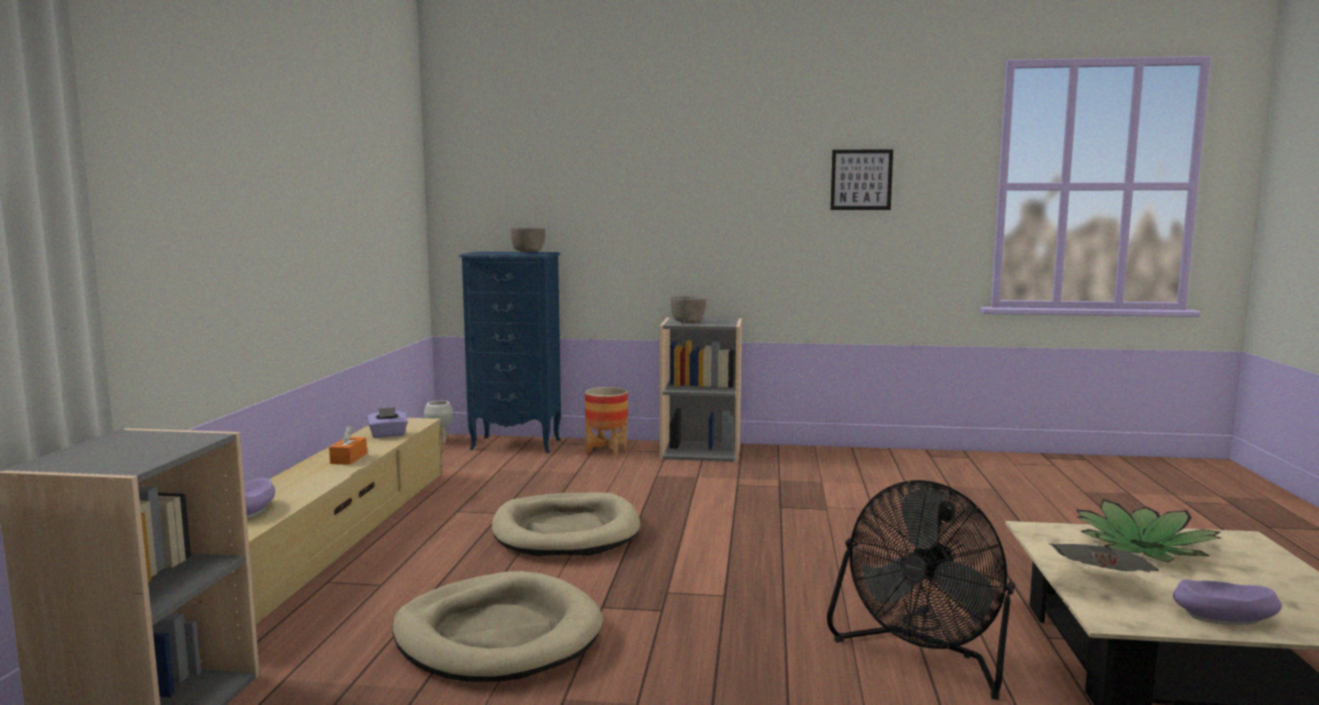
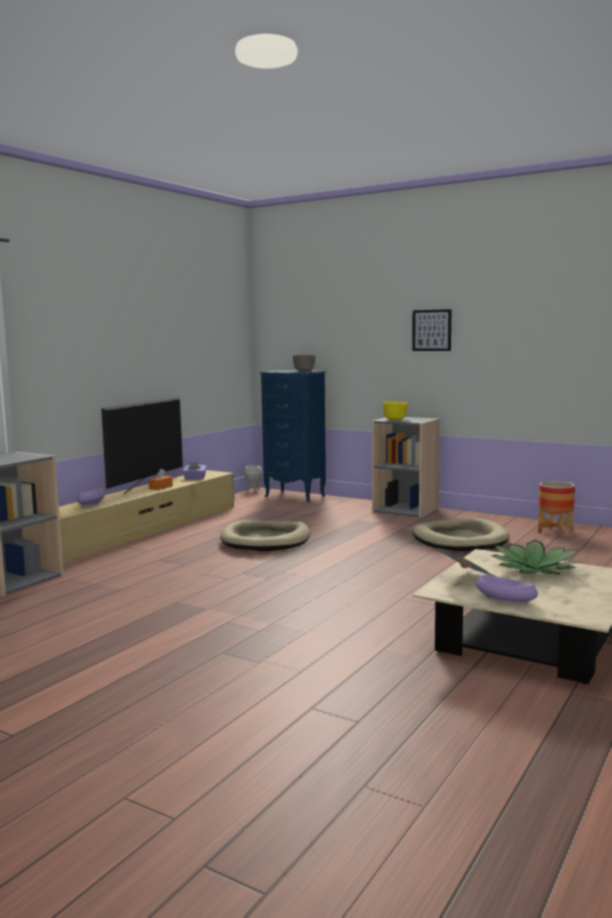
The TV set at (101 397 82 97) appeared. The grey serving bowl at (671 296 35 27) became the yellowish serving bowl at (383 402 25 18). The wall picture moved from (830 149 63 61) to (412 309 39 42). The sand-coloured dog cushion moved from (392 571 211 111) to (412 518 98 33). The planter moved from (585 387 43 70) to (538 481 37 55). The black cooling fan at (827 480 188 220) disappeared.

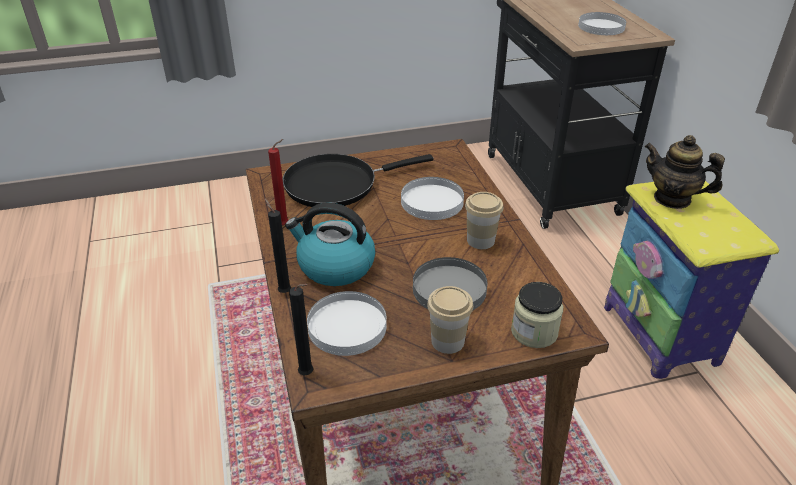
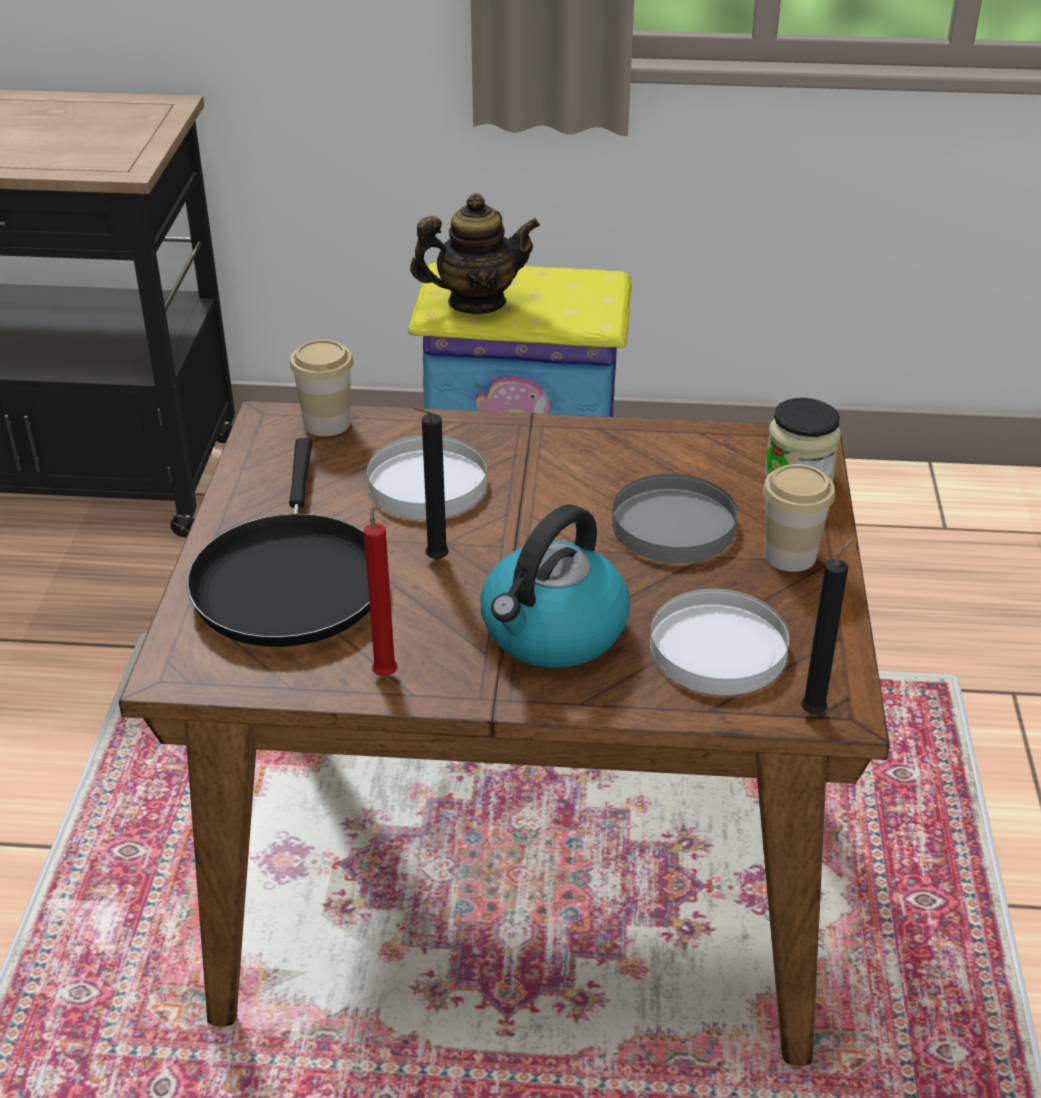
The drinking cup moved from (465 192 38 57) to (290 339 64 97). The teapot at (645 135 80 74) turned 150 degrees counterclockwise. The black candle moved from (265 199 26 94) to (411 406 38 154). The whitish flat dish at (578 12 48 23) disappeared.

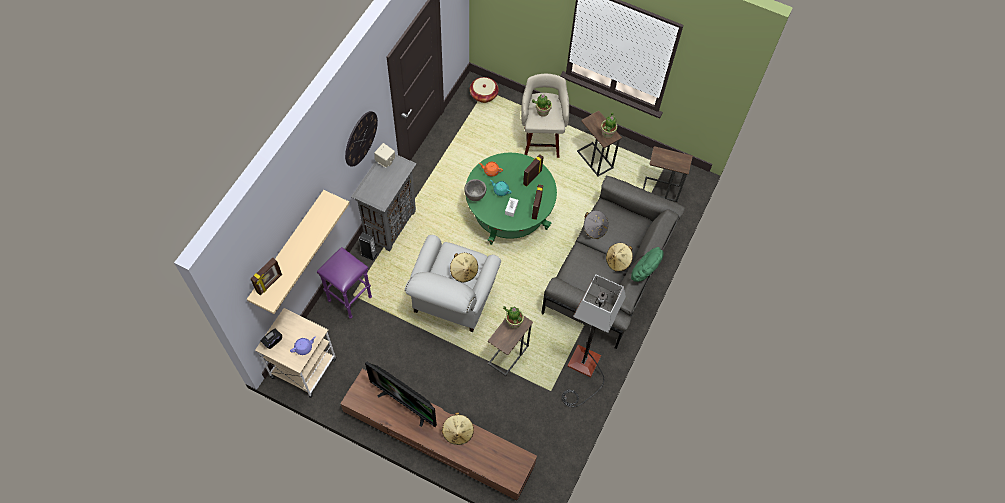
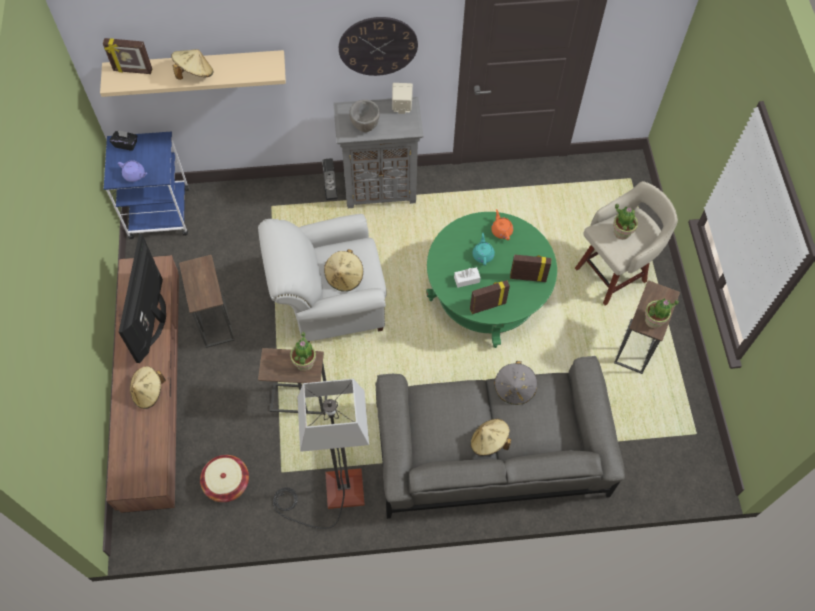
The sand-coloured trolley at (255 308 81 90) became the blue trolley at (104 131 85 108). The sand-coloured hat at (171 49 42 31) appeared. The brown-coloured side table moved from (643 146 50 56) to (179 255 56 93). The basket moved from (470 77 29 26) to (200 455 49 47). The grey serving bowl moved from (464 179 23 22) to (349 100 31 32). The purple-coloured stool seat at (317 247 55 72) disappeared. The green-coloured cushion at (631 247 33 35) disappeared.

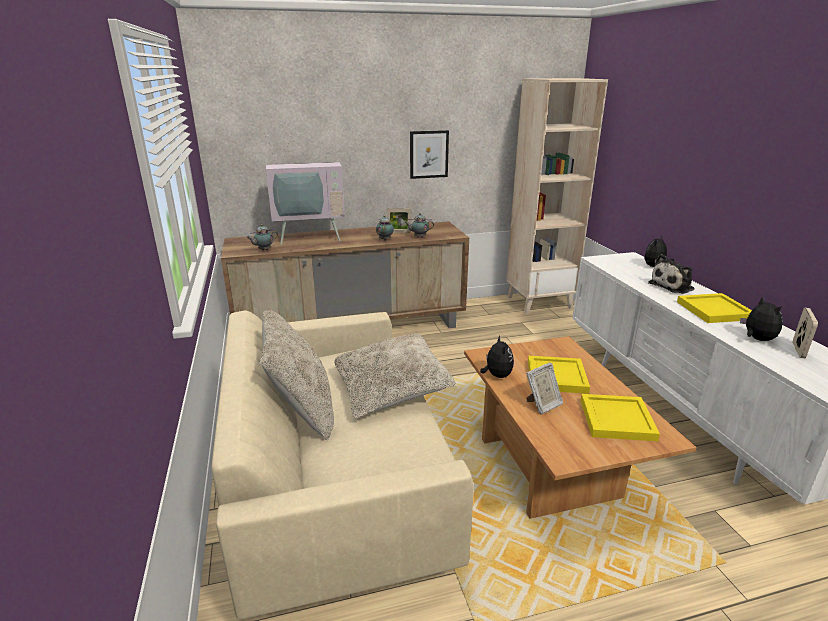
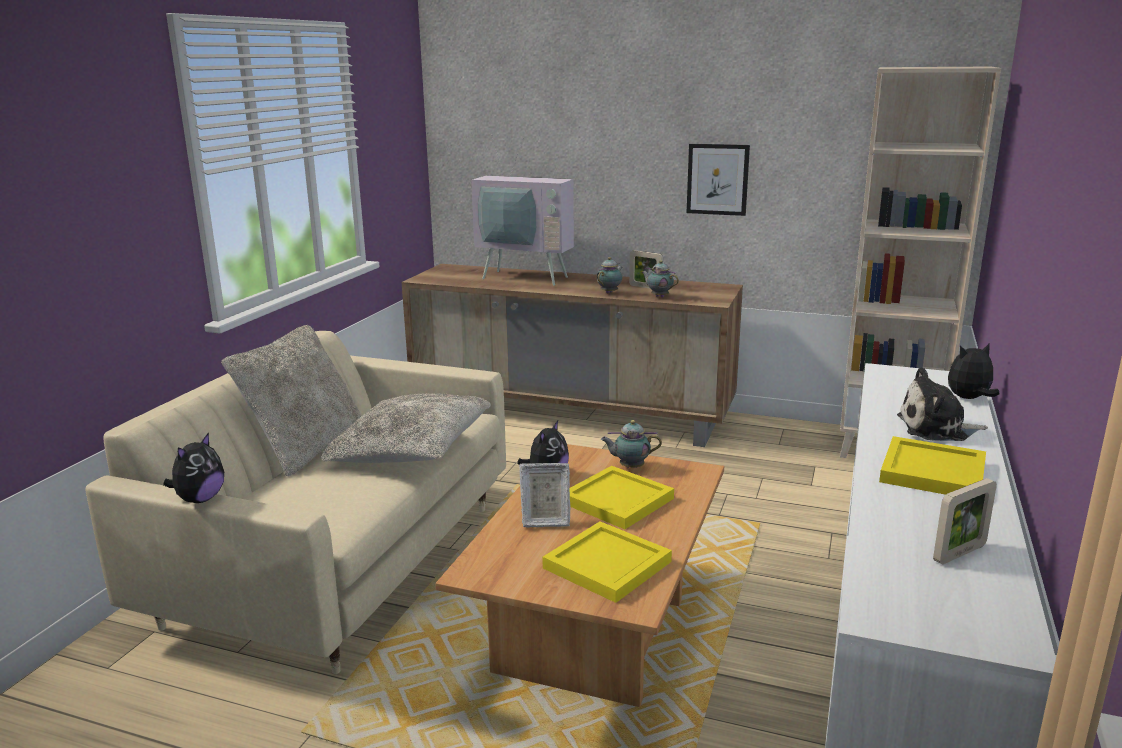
The plush toy moved from (740 296 43 45) to (163 432 61 71). The teapot moved from (246 224 32 27) to (601 420 61 48).

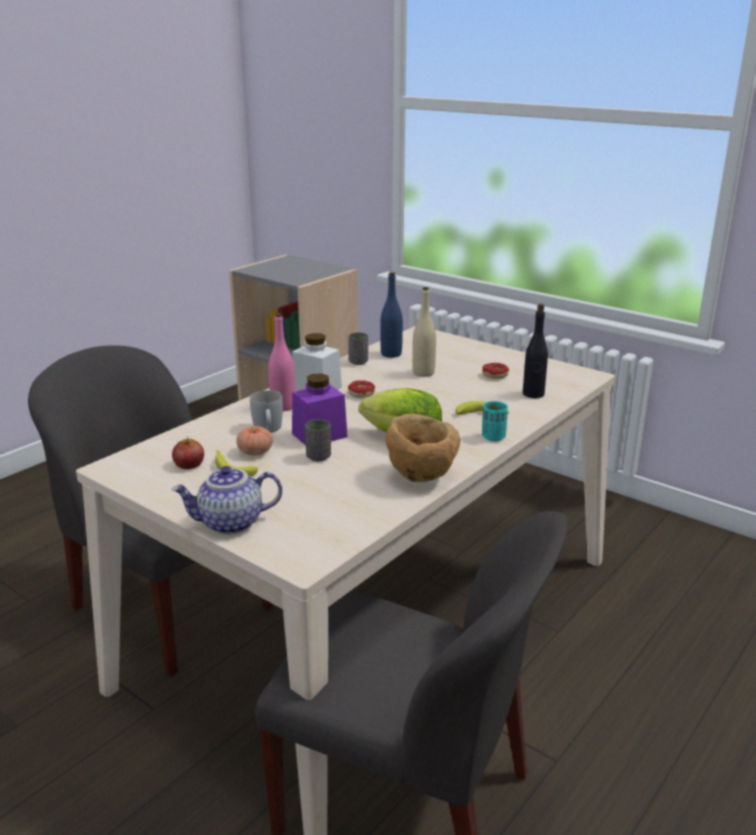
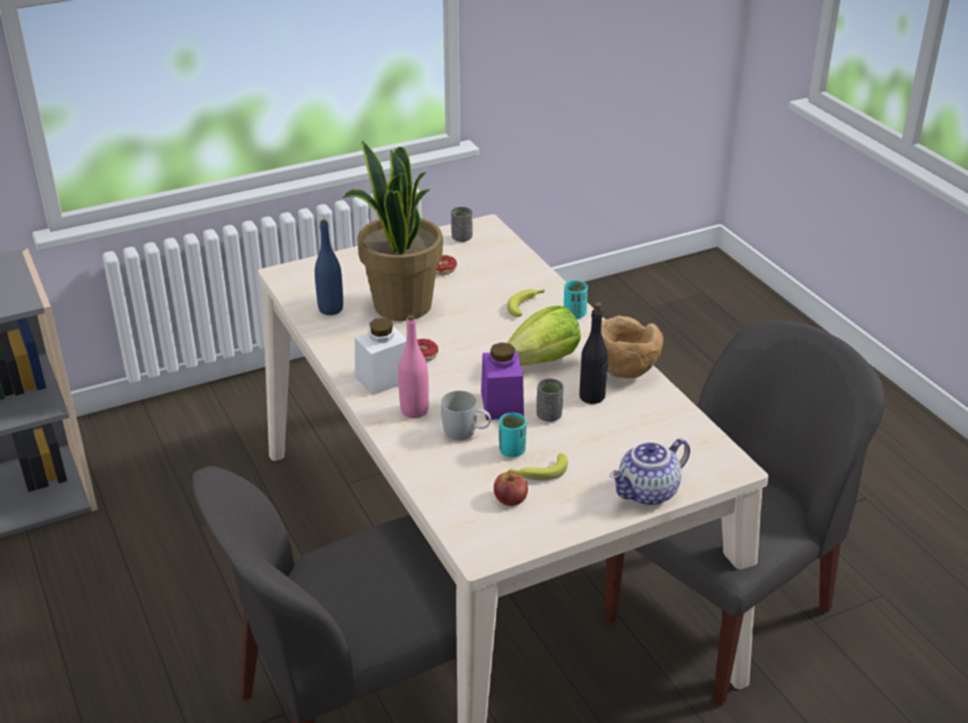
The sand-coloured drink bottle at (412 287 24 90) was replaced by the plant in a pot at (343 140 100 181). The grey drinking cup moved from (348 333 20 32) to (451 207 22 35). The tomato at (236 426 37 30) was replaced by the turquoise-coloured drinking cup at (499 413 27 44). The black drink bottle moved from (523 304 25 94) to (579 302 29 102). The teapot at (171 466 111 68) turned 45 degrees clockwise.

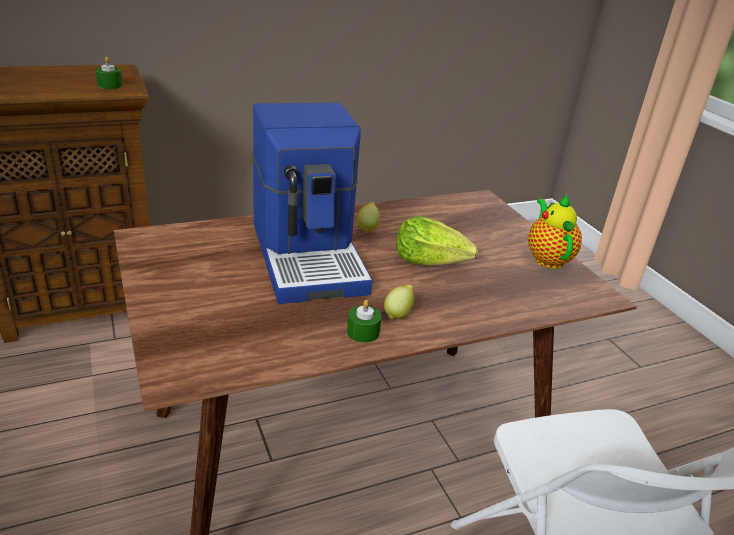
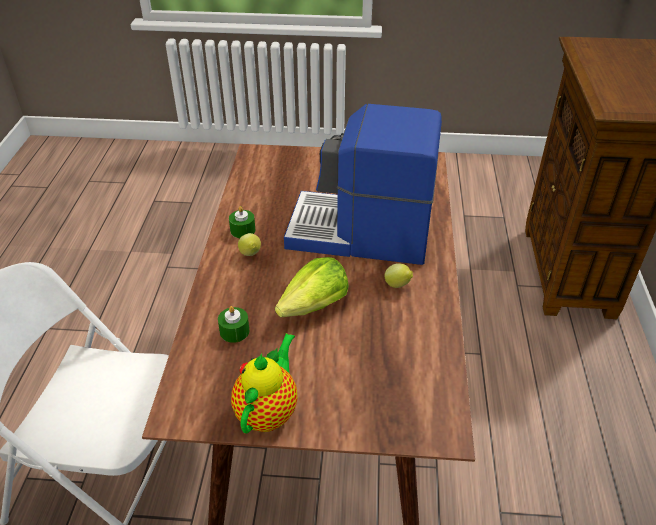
The green-coloured candle moved from (96 57 27 32) to (218 306 32 37). The teapot at (528 193 54 76) turned 90 degrees counterclockwise.

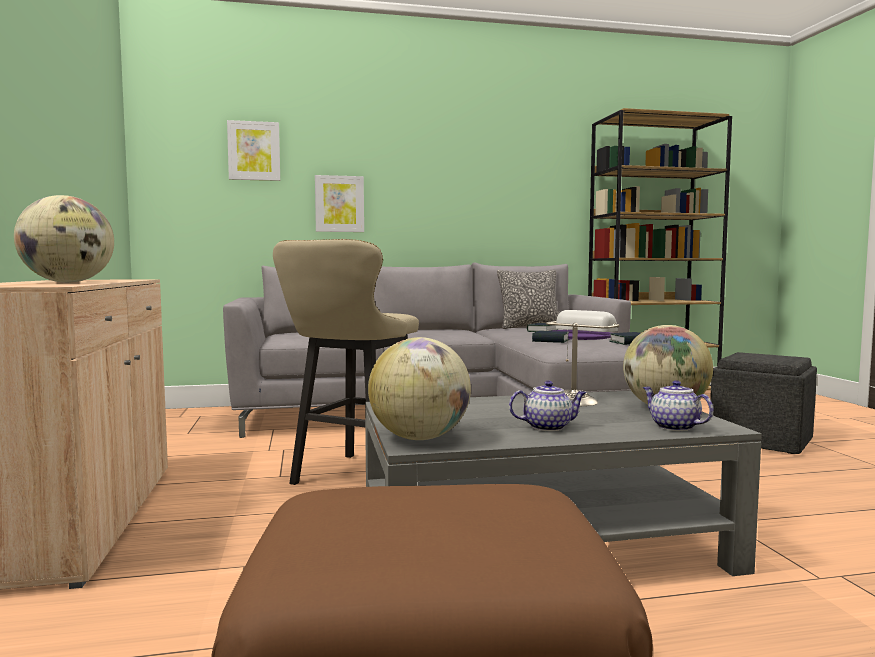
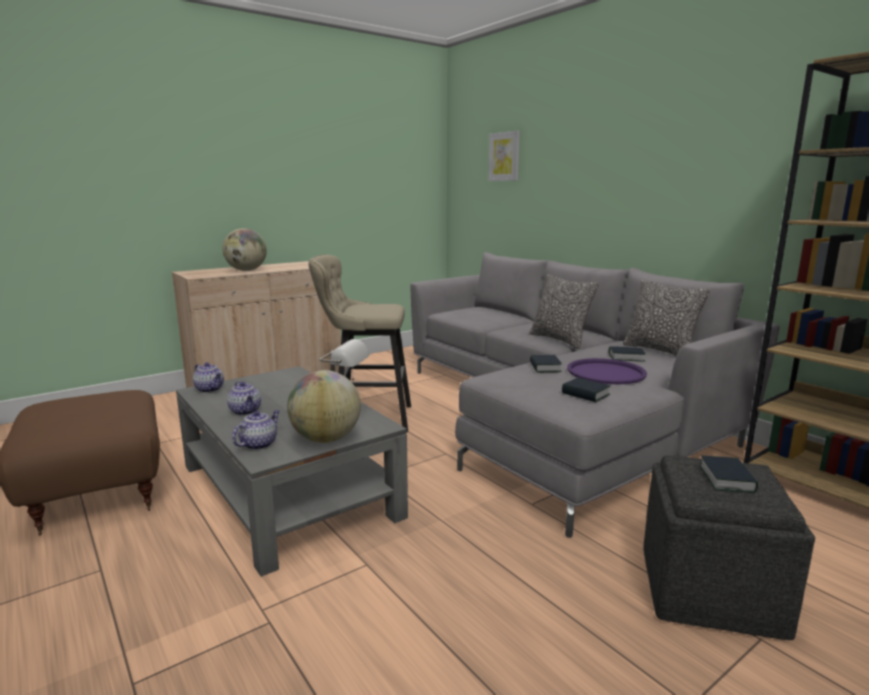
The globe at (368 337 103 103) was replaced by the teapot at (193 362 31 31). The cushion at (529 274 70 75) appeared. The volume at (700 456 58 37) appeared. The wall picture at (315 175 49 57) disappeared.

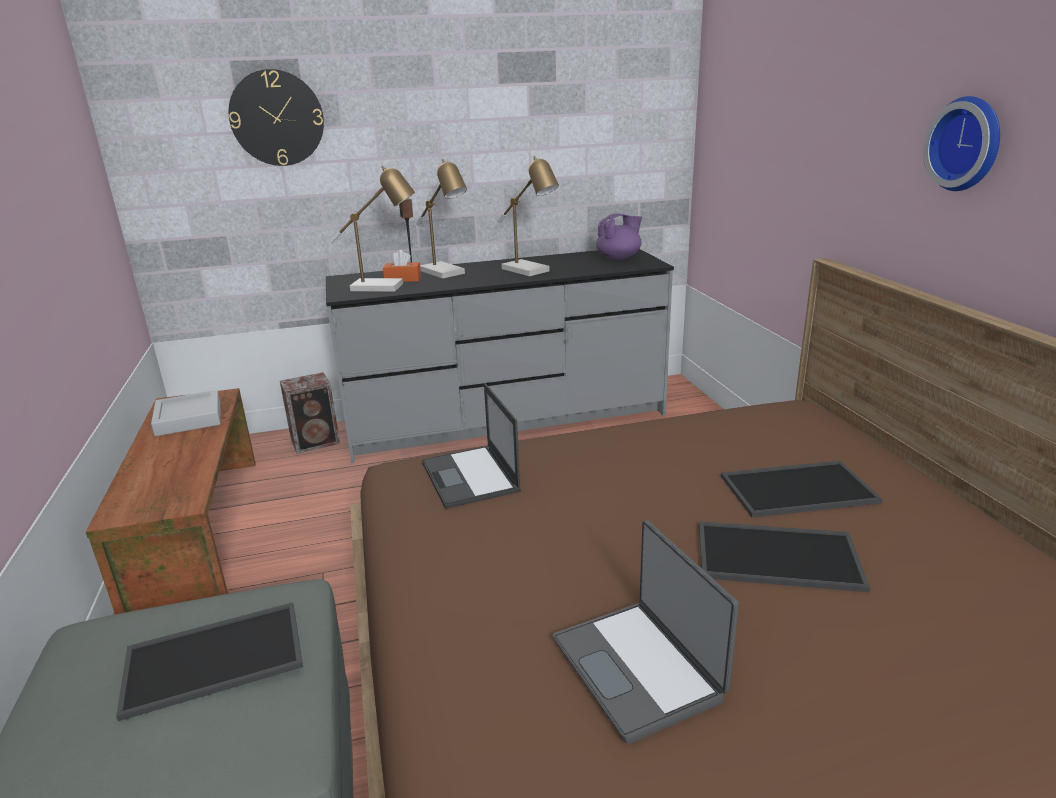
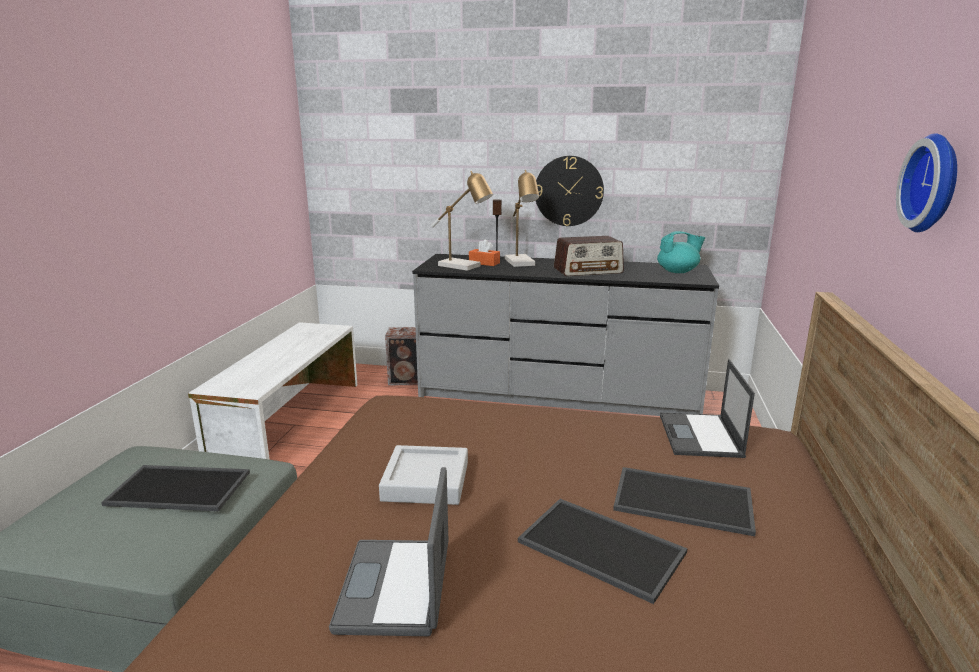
The brown-coloured indoor bench at (86 388 170 226) became the whitish indoor bench at (188 322 169 138). The grey carrying tray moved from (151 390 70 46) to (379 445 89 60). The clock on the wall moved from (229 69 95 97) to (536 156 68 70). The lamp for a table at (497 156 62 120) was replaced by the radio at (554 236 70 40). The purple-coloured teapot at (596 214 46 46) became the turquoise-coloured teapot at (657 231 48 42). The laptop moved from (422 383 99 126) to (660 359 95 99).

